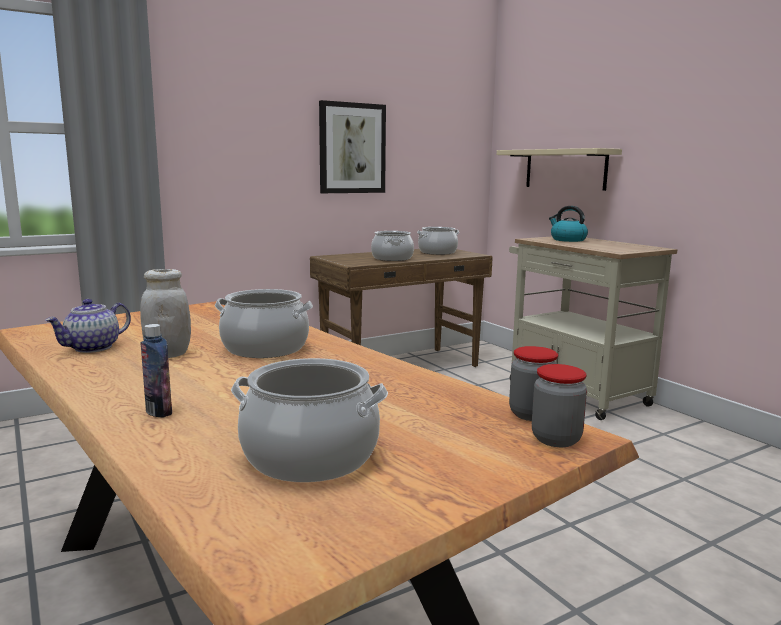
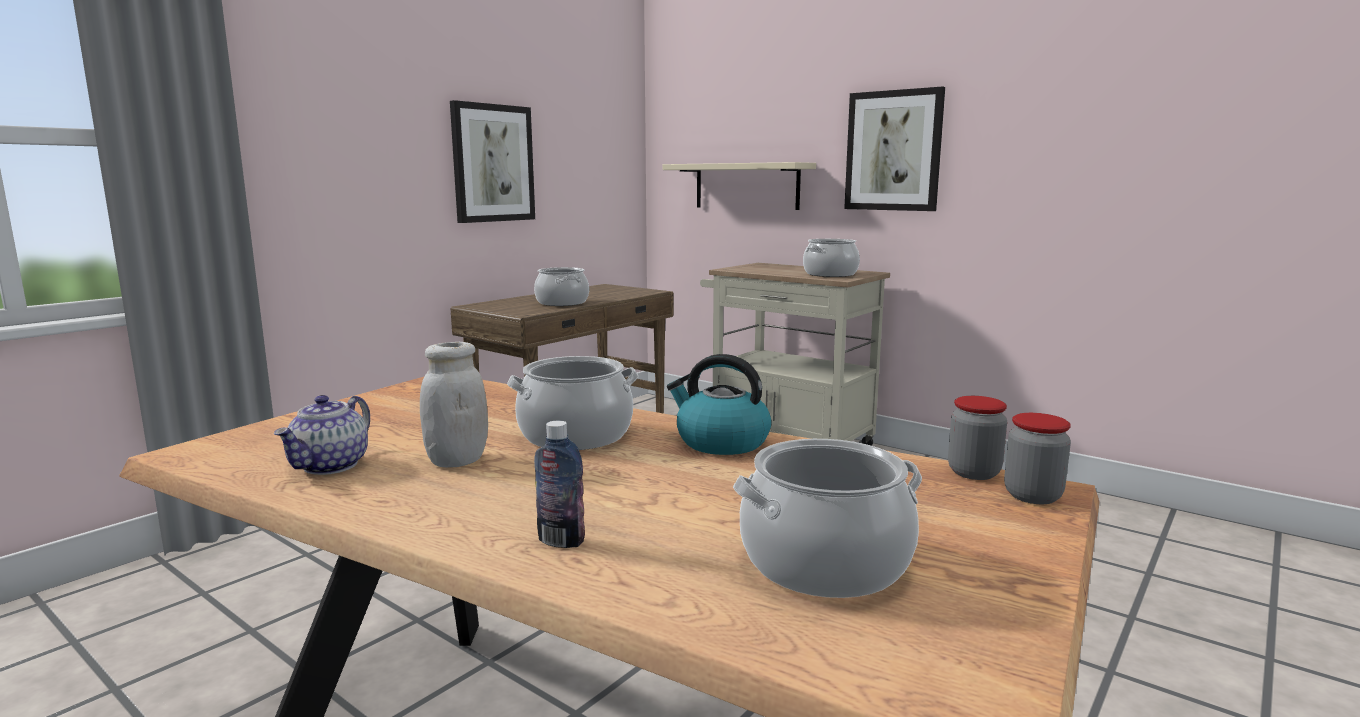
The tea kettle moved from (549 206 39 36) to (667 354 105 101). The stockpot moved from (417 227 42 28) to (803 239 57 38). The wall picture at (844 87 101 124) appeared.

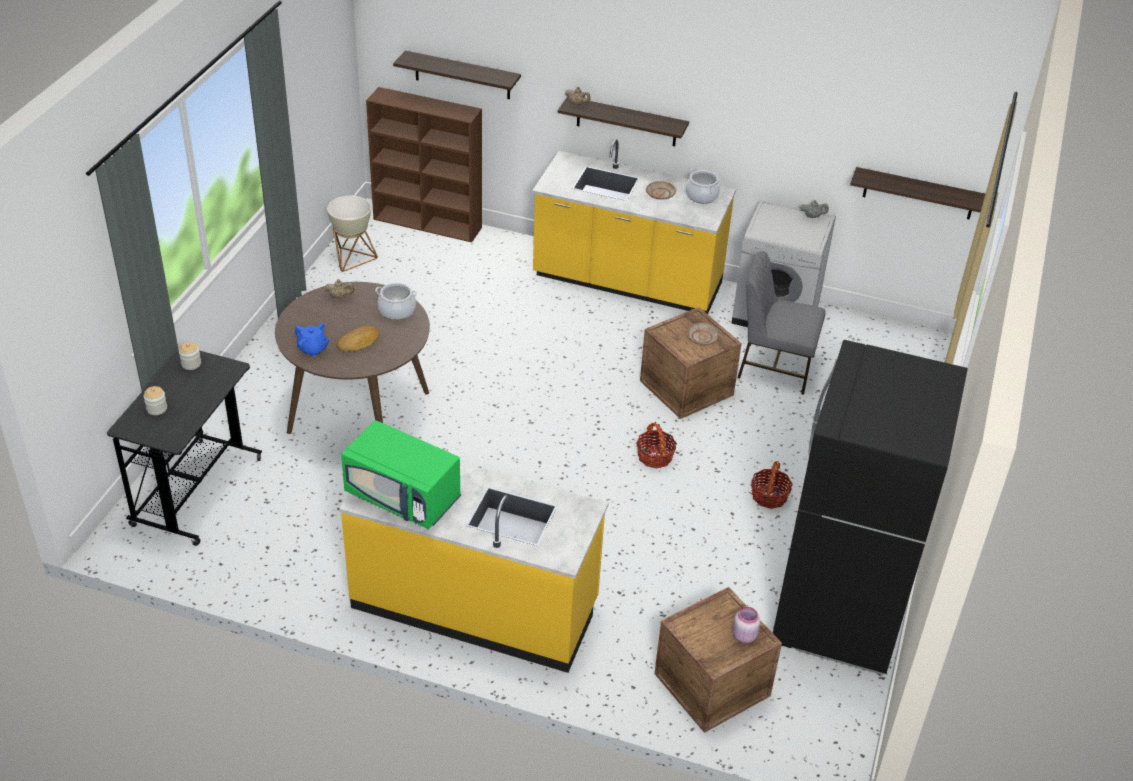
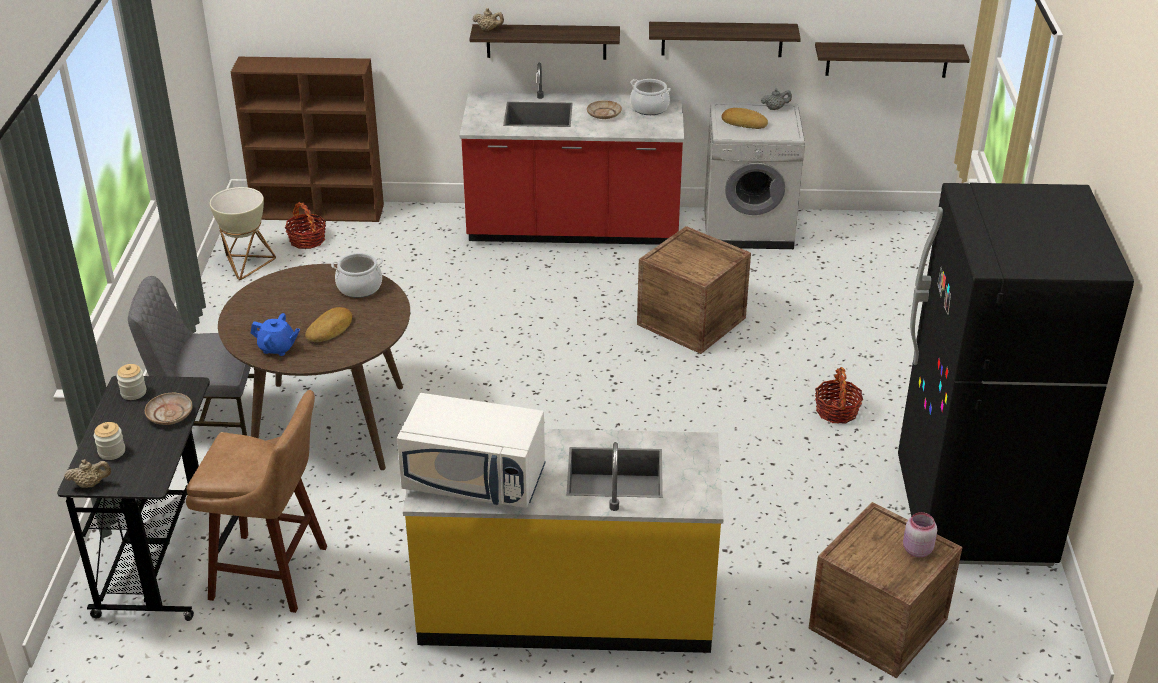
The sand-coloured teapot moved from (325 279 30 19) to (64 459 47 29). The grey chair moved from (737 251 89 144) to (128 276 126 160). The sand-coloured flat dish moved from (687 323 32 22) to (145 393 47 32). The brown-coloured stool seat at (186 390 141 223) appeared. The basket moved from (636 422 41 47) to (285 202 41 47). The green-coloured kitchen microwave at (341 420 120 109) became the whitish kitchen microwave at (397 393 149 115). The yellowish kitchen counter at (532 139 204 175) became the reddish kitchen counter at (460 63 224 182). The shelf moved from (393 51 128 48) to (649 22 152 35). The baked bread at (721 108 47 21) appeared.

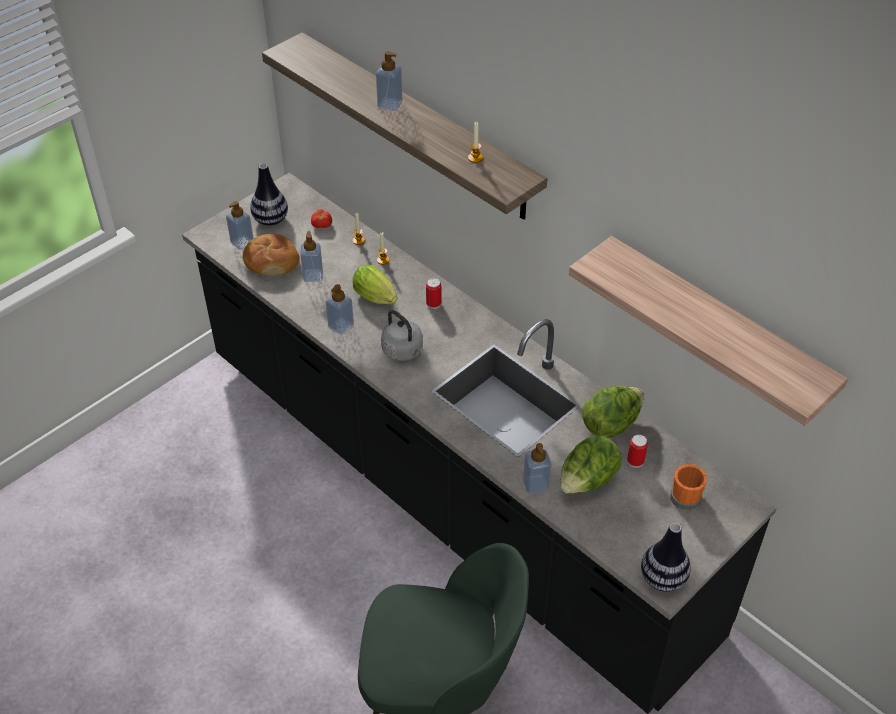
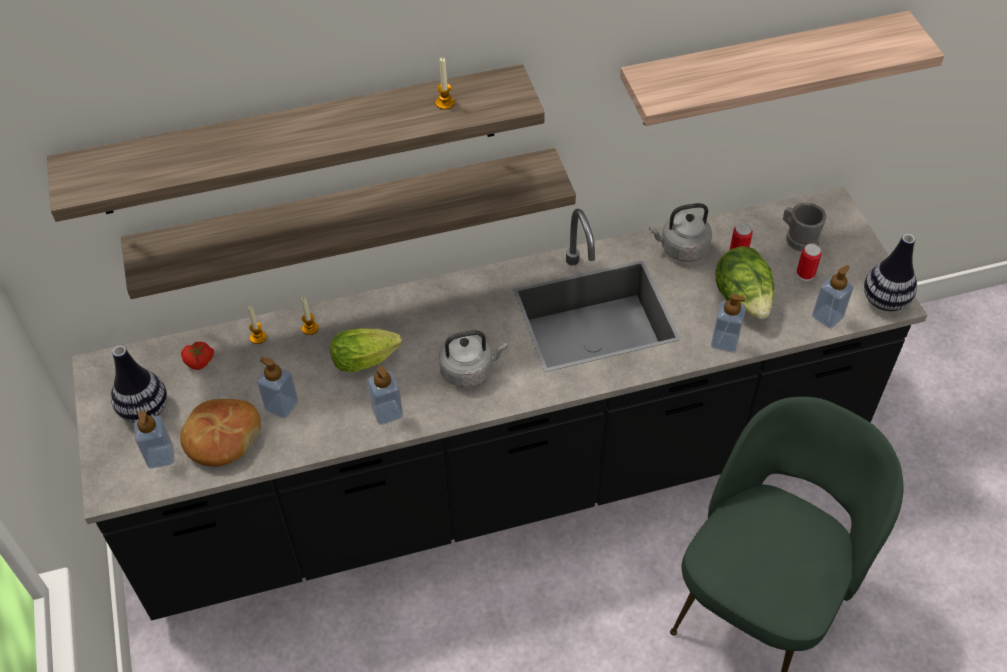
The shelf at (121 148 455 151) appeared. The lettuce head at (582 386 62 52) was replaced by the grey tea kettle at (649 203 63 59). The orange coffee mug at (670 463 37 48) became the grey coffee mug at (783 203 43 49). The can moved from (426 278 15 31) to (797 244 25 37). The liquid soap bottle moved from (376 51 26 60) to (812 265 42 63).

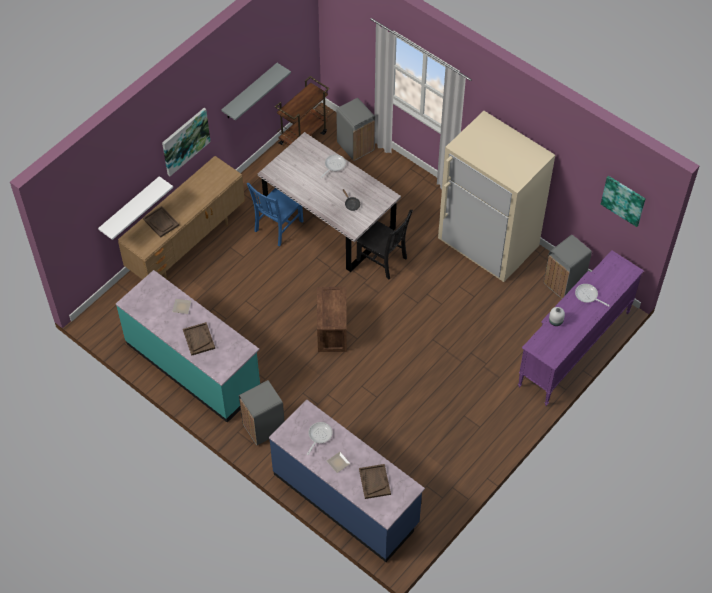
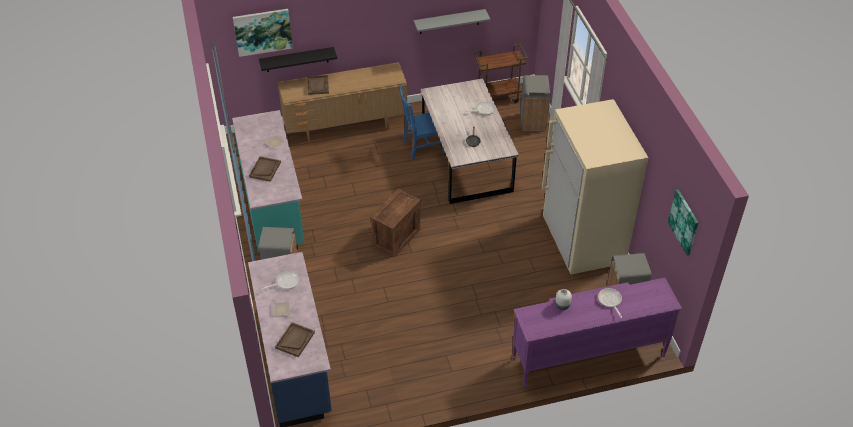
The wall picture moved from (162 108 49 68) to (233 9 60 48). The whitish shelf at (98 176 75 64) became the black shelf at (259 47 78 25). The black chair at (356 210 57 70) disappeared.

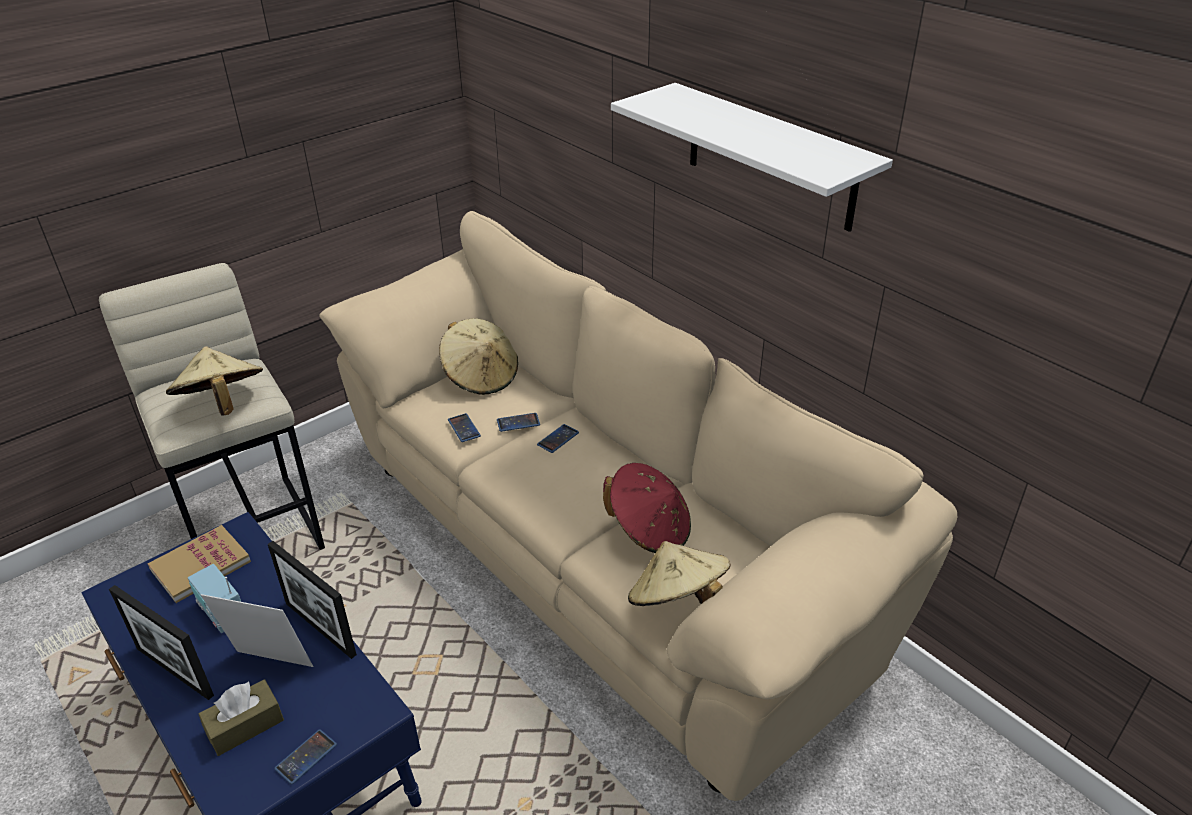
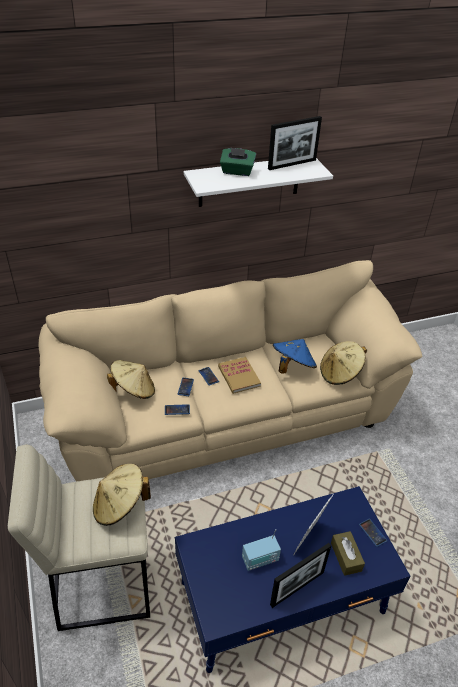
The volume moved from (148 525 103 78) to (218 357 43 37). The green-coloured tissue holder at (220 148 36 28) appeared. The photo frame moved from (268 541 89 118) to (268 116 54 54). The reddish hat at (603 463 88 90) became the blue hat at (273 339 44 35).

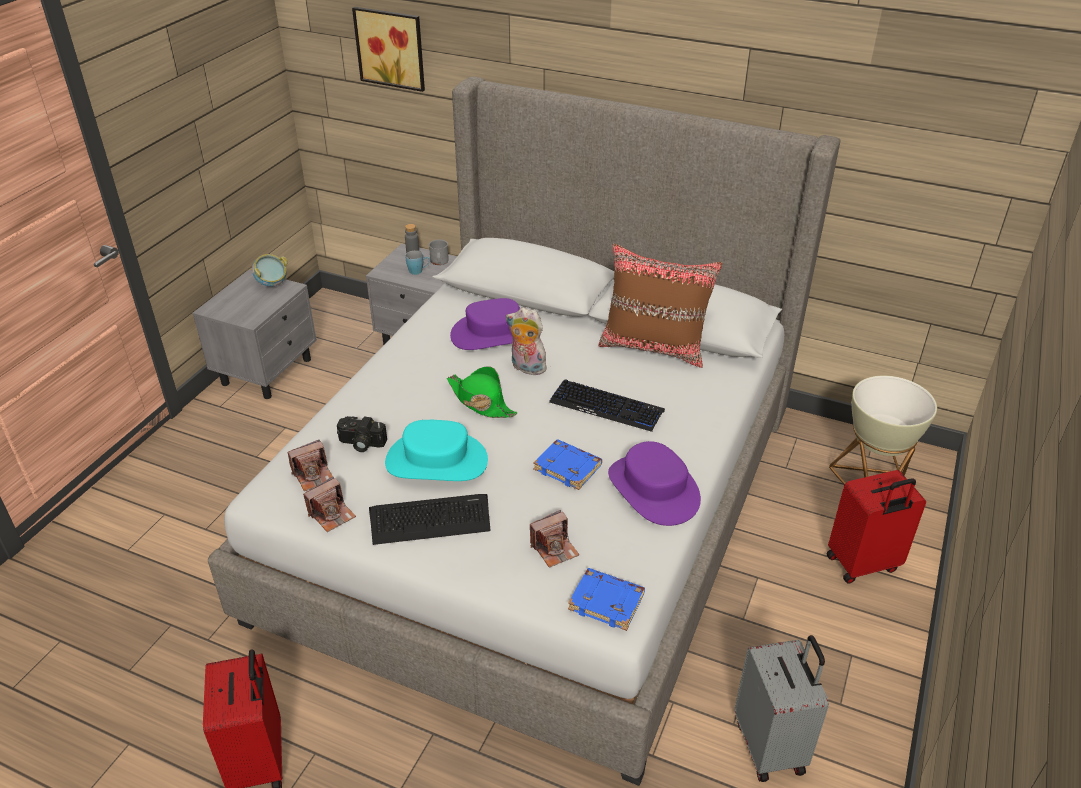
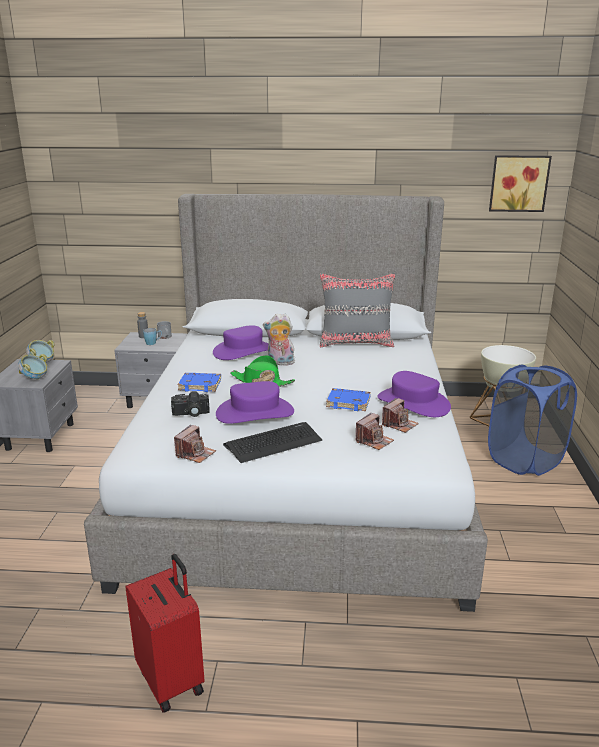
The serving bowl at (18 354 29 26) appeared. The blue volume moved from (568 568 77 63) to (178 373 43 19). The turquoise-coloured hat at (385 420 103 61) became the purple-coloured hat at (216 381 78 43). The brown-coloured cushion at (598 244 125 124) became the grey cushion at (320 273 76 74). The photo camera moved from (288 440 45 51) to (382 398 37 35). The reddish piece of luggage at (827 470 99 114) was replaced by the blue washing basket at (488 364 89 112). The wall picture moved from (352 7 73 85) to (489 155 63 57). The PC keyboard at (549 379 116 53) disappeared. The grey piece of luggage at (735 635 94 147) disappeared.

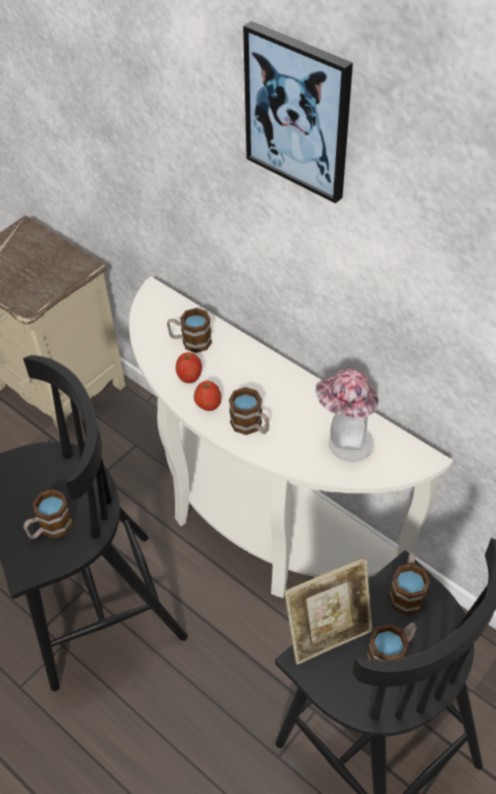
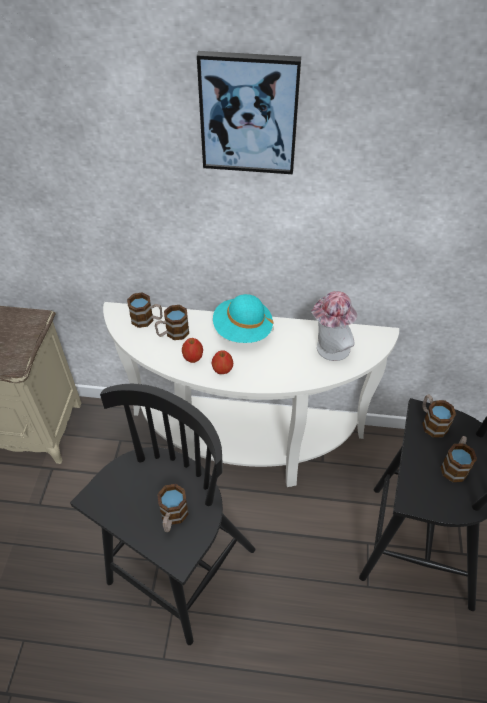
The coffee mug moved from (229 387 40 48) to (127 293 35 35). The turquoise-coloured hat at (213 294 60 49) appeared. The photo frame at (284 558 89 107) disappeared.

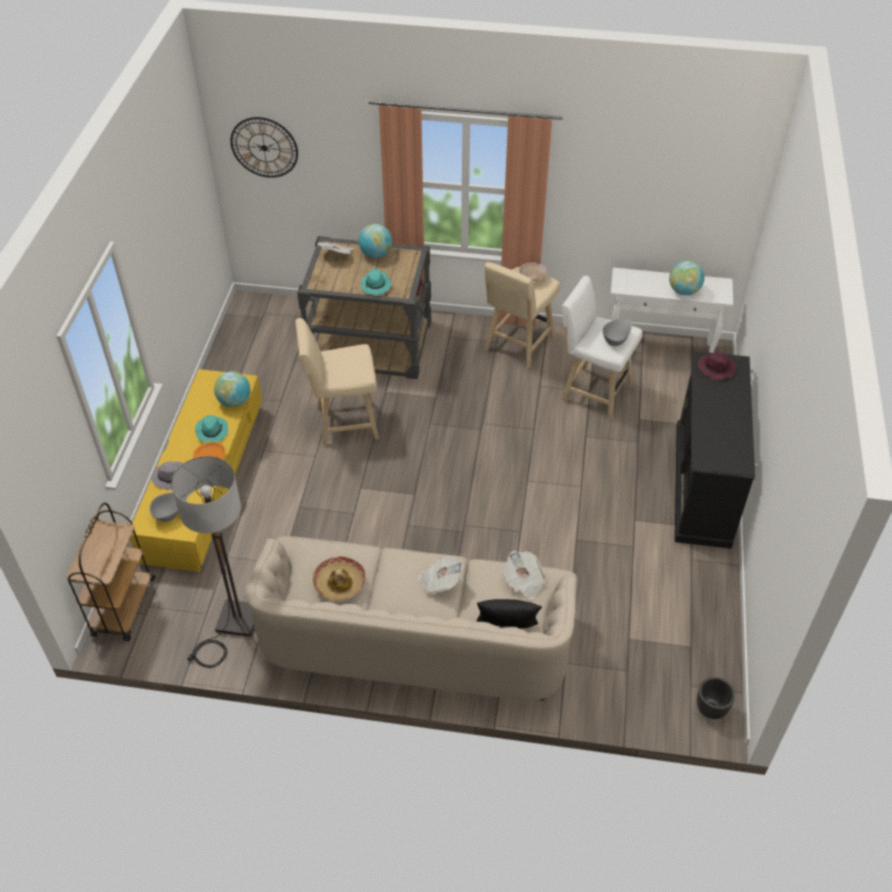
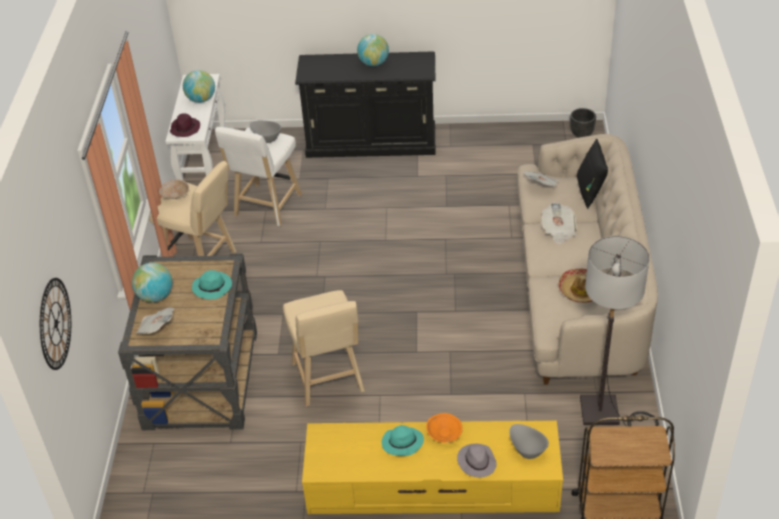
The purple-coloured hat moved from (698 352 38 28) to (170 113 30 24). The globe moved from (214 371 36 36) to (357 34 32 32).

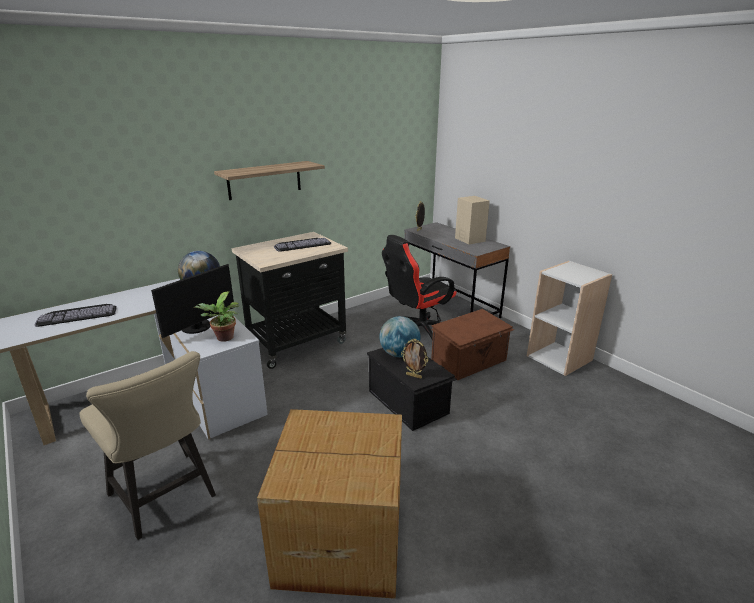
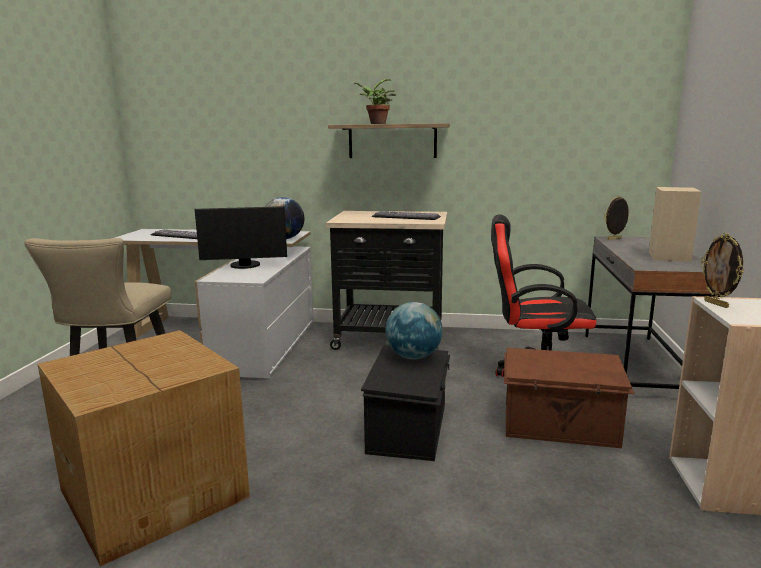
The plant in a pot moved from (193 291 46 51) to (354 79 42 45). The photo frame moved from (401 339 27 40) to (701 233 43 75).

